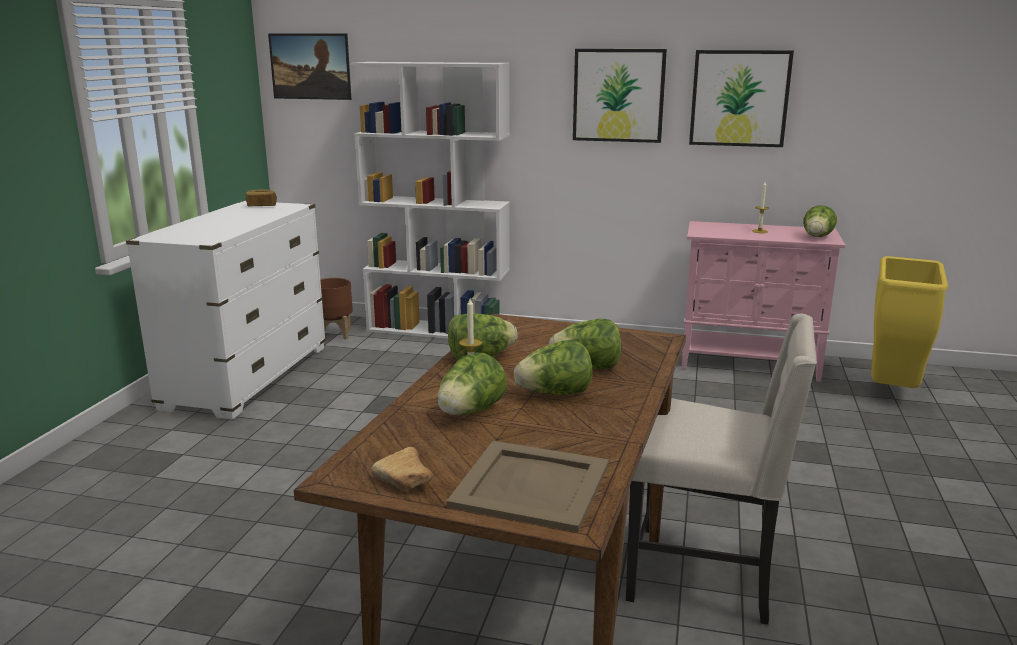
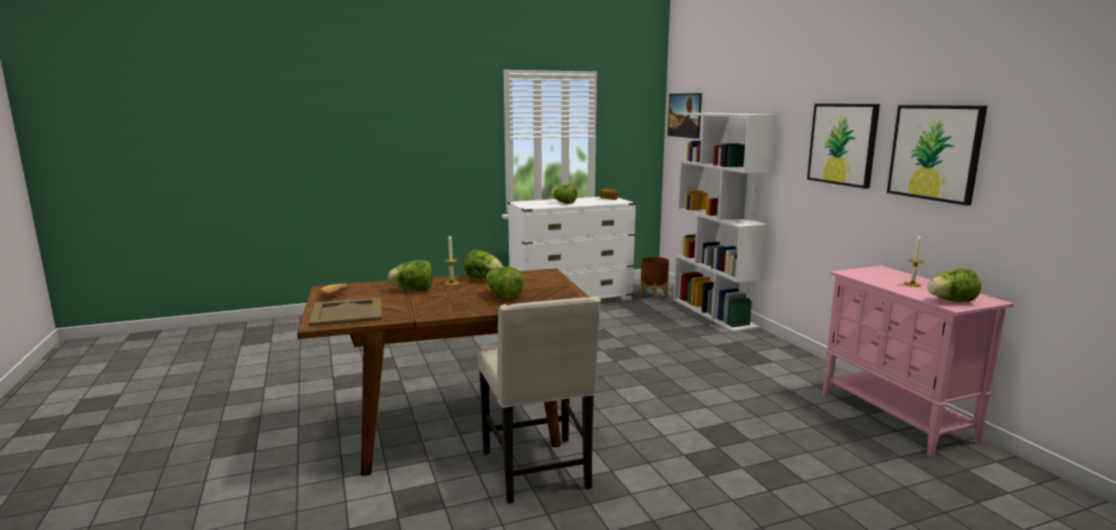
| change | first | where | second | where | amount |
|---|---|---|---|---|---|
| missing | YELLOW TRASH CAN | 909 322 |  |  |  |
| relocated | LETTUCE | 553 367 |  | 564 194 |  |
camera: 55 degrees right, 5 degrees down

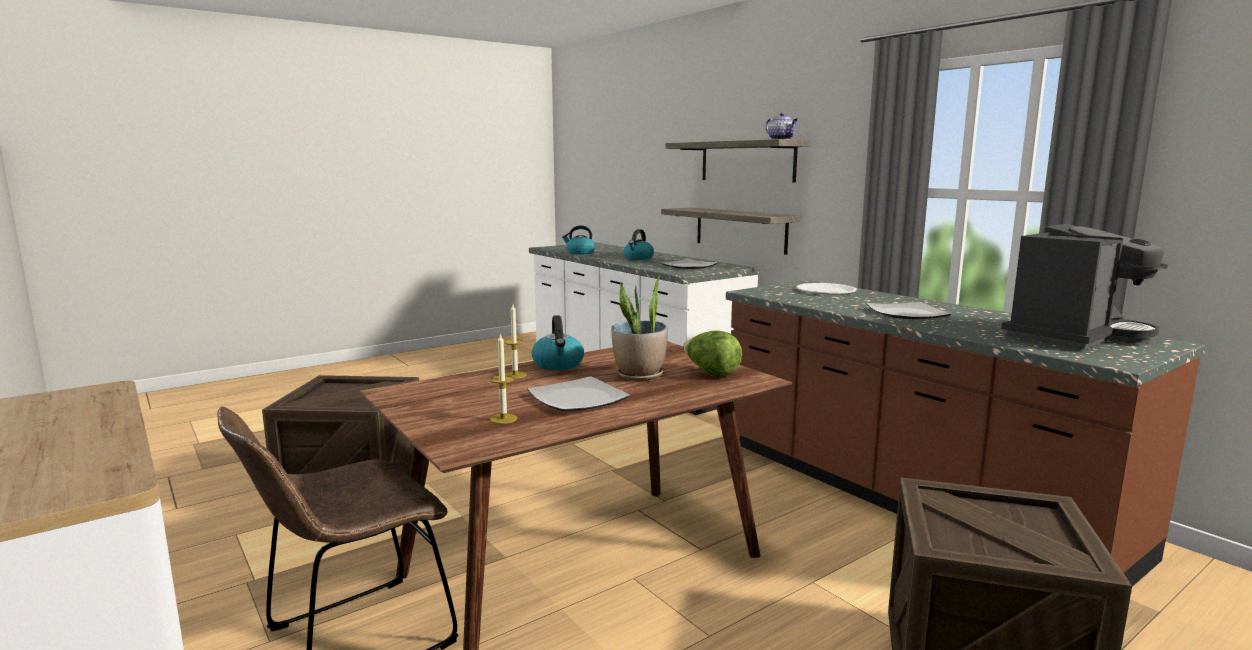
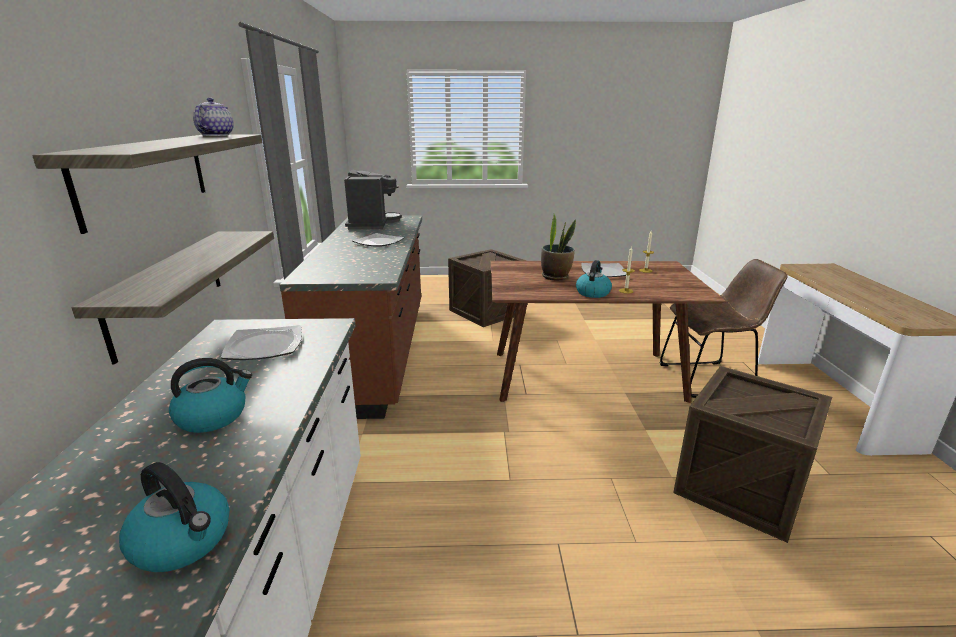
| change | first | where | second | where | amount |
|---|---|---|---|---|---|
| missing | LETTUCE | 712 353 |  |  |  |
| missing | WHITE PLATE | 826 289 |  |  |  |
| spun | COFFEE MACHINE | 1084 287 |  | 373 200 | 90 degrees clockwise |
camera: 145 degrees left, 10 degrees up

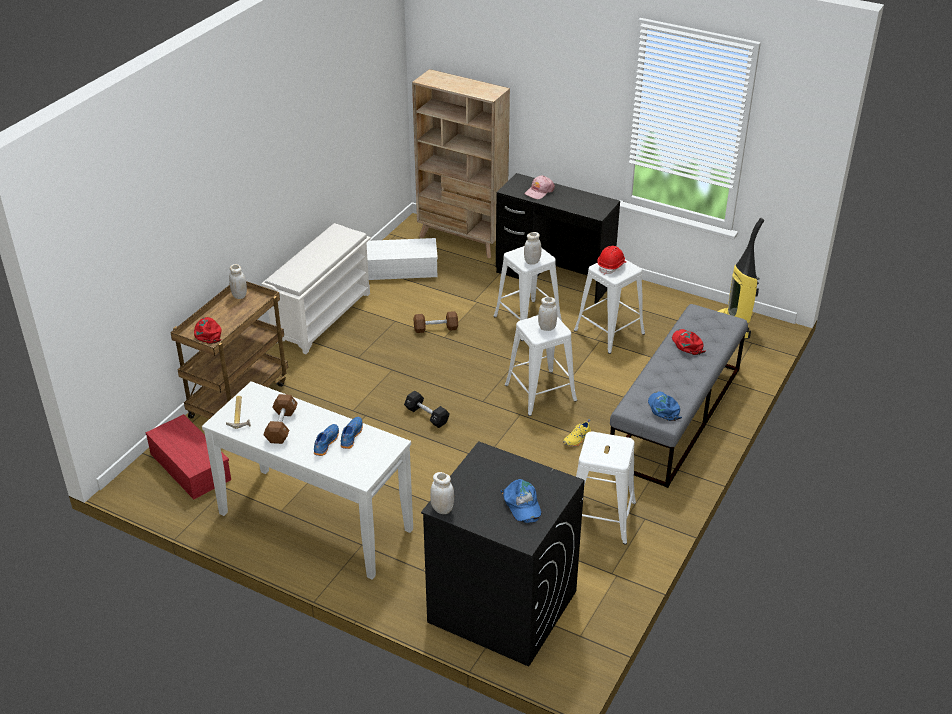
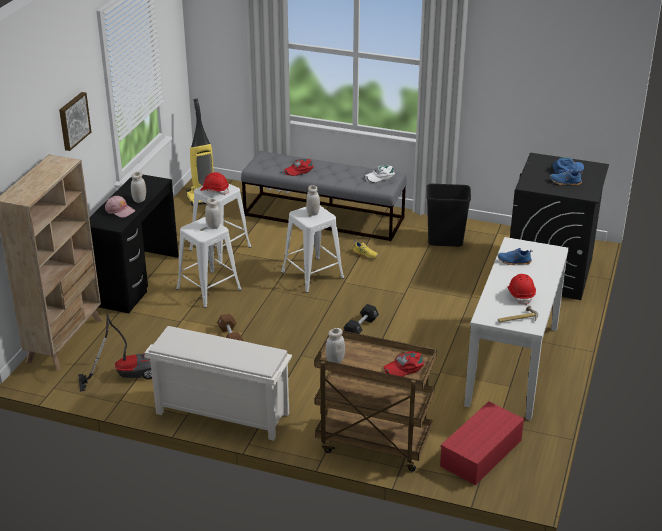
| change | first | where | second | where | amount |
|---|---|---|---|---|---|
| appeared |  |  | PICTURE | 75 121 |  |
| relocated | BLUE SHOE | 326 440 |  | 566 177 |  |
| relocated | WHITE JAR | 442 493 |  | 138 187 |  |
| exchanged | BROWN DUMBBELL | 280 419 | RED HARD HAT | 522 289 |  |
| exchanged | WHITE STORAGE BOX | 402 259 | VACUUM CLEANER | 115 353 |  |
| exchanged | WHITE STOOL | 606 487 | BLACK TRASH CAN | 448 215 |  |
| colour | BLUE CAP | 665 406 | WHITE CAP | 380 173 |  |
camera: 100 degrees left, 5 degrees down

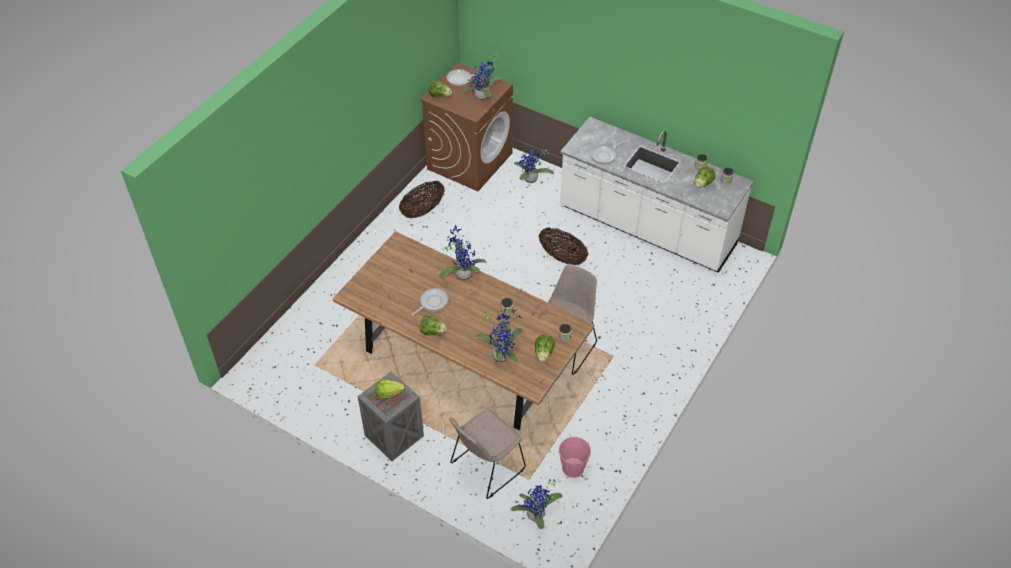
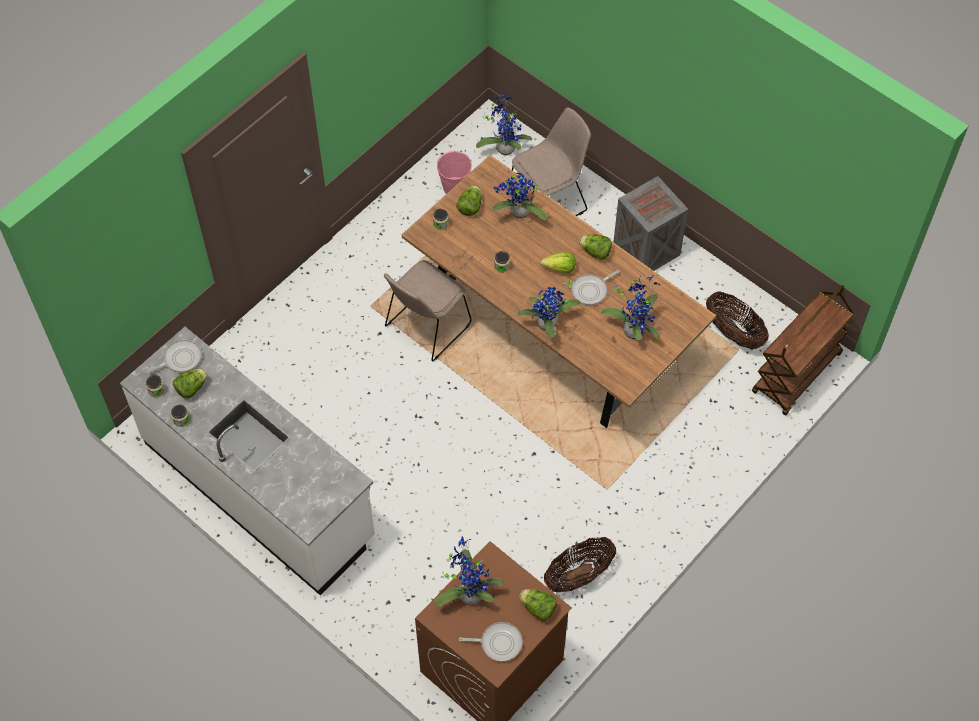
| change | first | where | second | where | amount |
|---|---|---|---|---|---|
| appeared |  |  | BROWN CART | 803 350 |  |
| relocated | LETTUCE | 390 389 |  | 558 262 |  |
| relocated | POTTED PLANT | 534 166 |  | 630 307 |  |
| relocated | BASKET | 563 246 |  | 737 320 |  |
| relocated | FRYING PAN | 607 152 |  | 174 356 |  |
camera: 170 degrees left, 10 degrees up

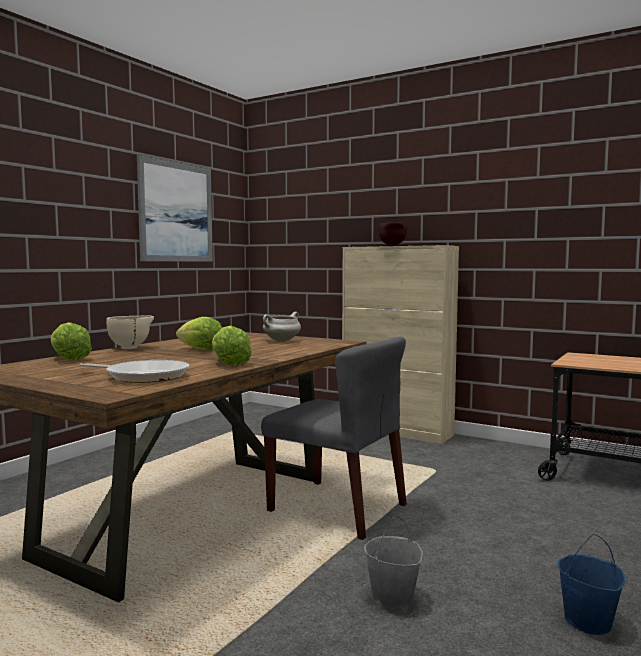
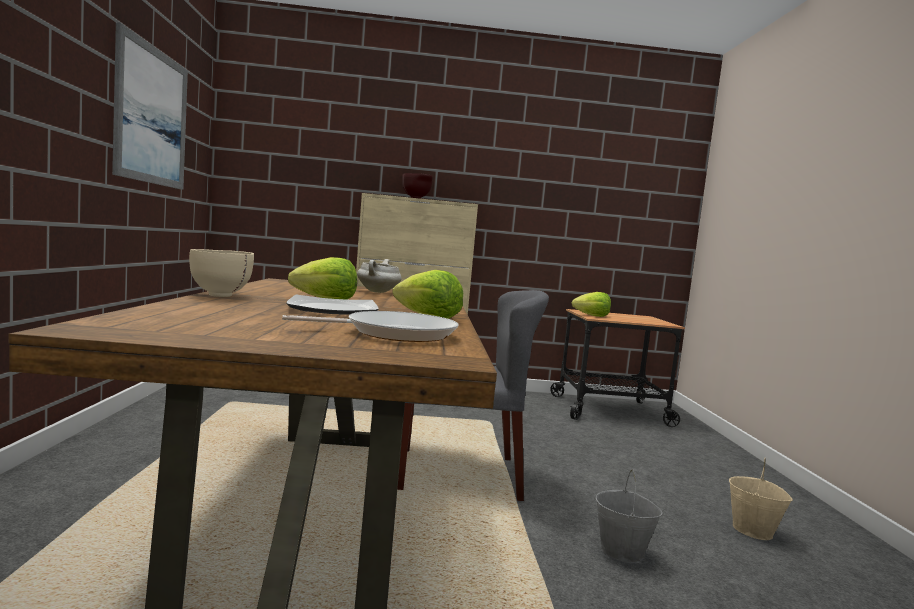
| change | first | where | second | where | amount |
|---|---|---|---|---|---|
| appeared |  |  | PLATE | 332 305 |  |
| relocated | LETTUCE | 71 341 |  | 591 304 |  |
| colour | BLUE BUCKET | 591 584 | BEIGE BUCKET | 761 499 |  |
camera: 35 degrees left, 0 degrees up

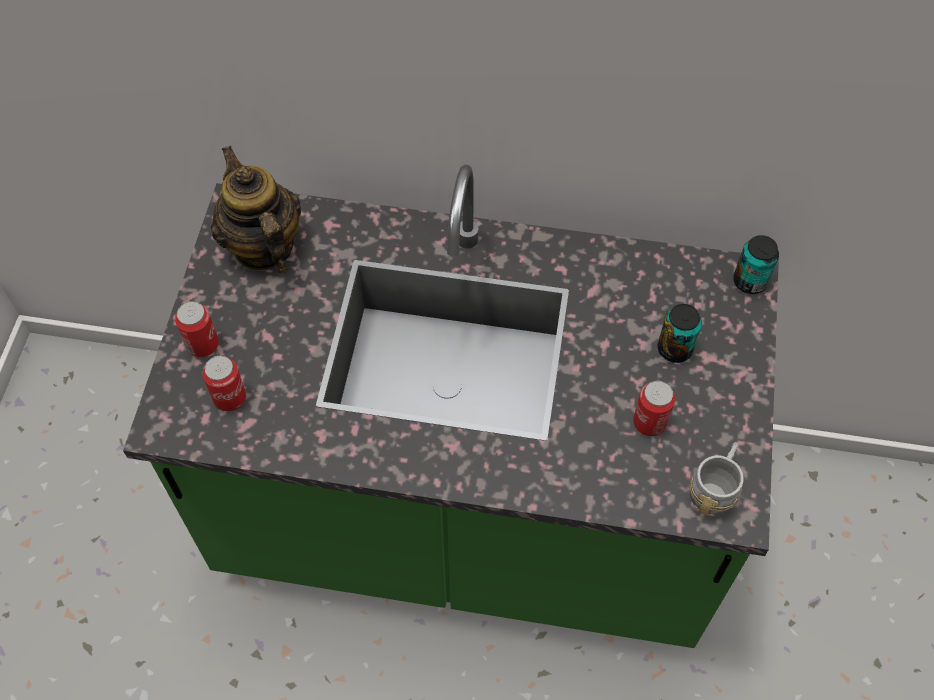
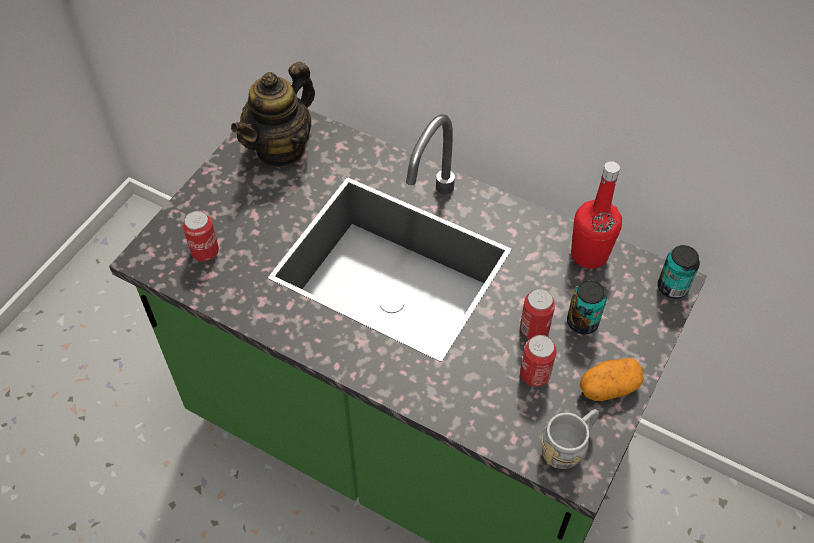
| change | first | where | second | where | amount |
|---|---|---|---|---|---|
| appeared |  |  | RED BOTTLE | 596 215 |  |
| appeared |  |  | POTATO | 612 379 |  |
| relocated | CAN | 197 329 |  | 537 314 |  |
| spun | TEAPOT | 256 210 |  | 273 115 | 135 degrees counterclockwise |
camera: 20 degrees right, 5 degrees down

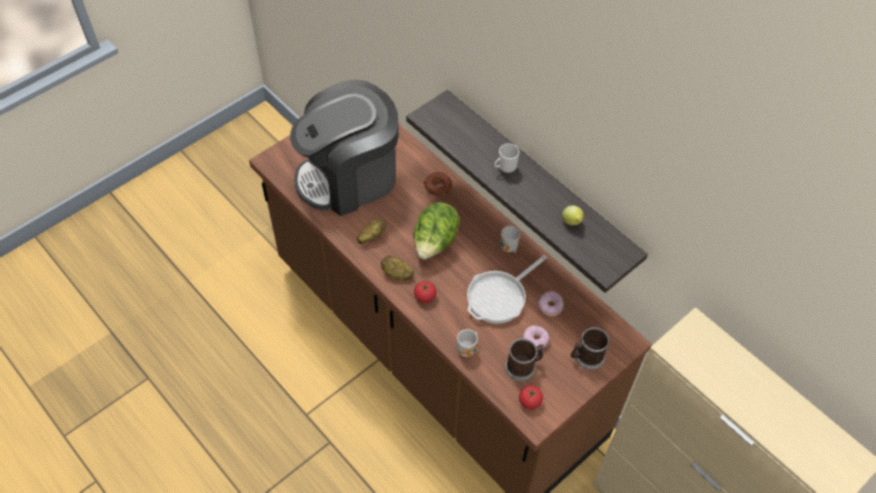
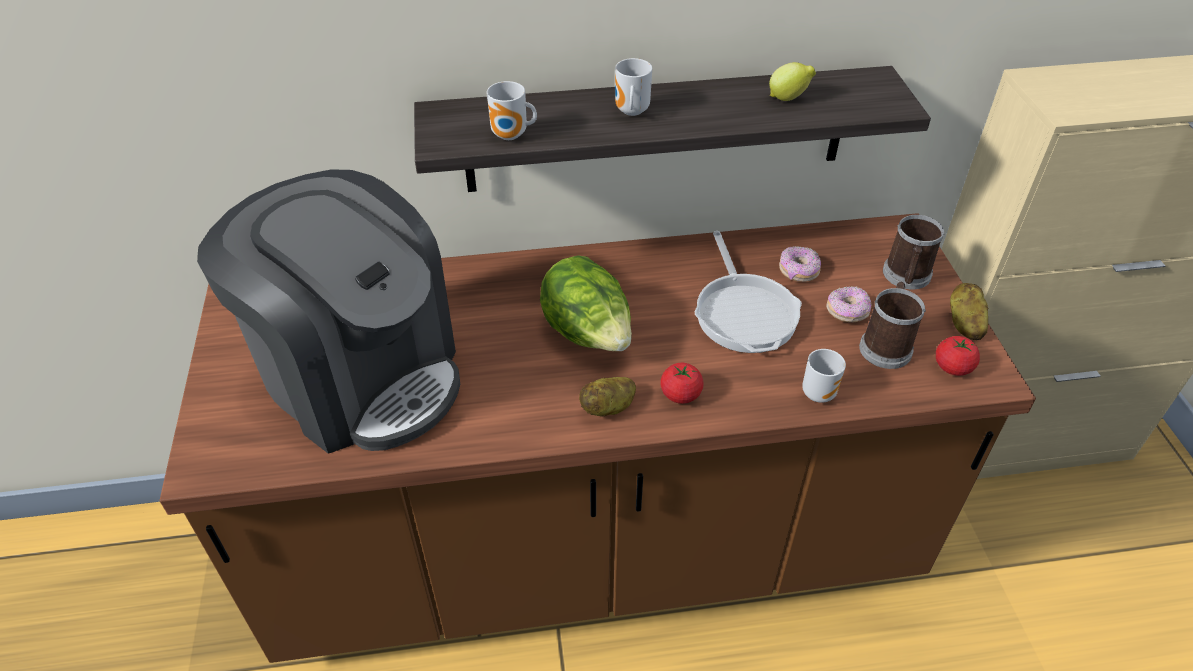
| change | first | where | second | where | amount |
|---|---|---|---|---|---|
| missing | DONUT | 438 183 |  |  |  |
| relocated | POTATO | 371 231 |  | 969 311 |  |
| relocated | MUG | 510 239 |  | 512 110 |  |
| spun | COFFEE MACHINE | 344 147 |  | 328 311 | 60 degrees counterclockwise |
camera: 55 degrees left, 10 degrees down

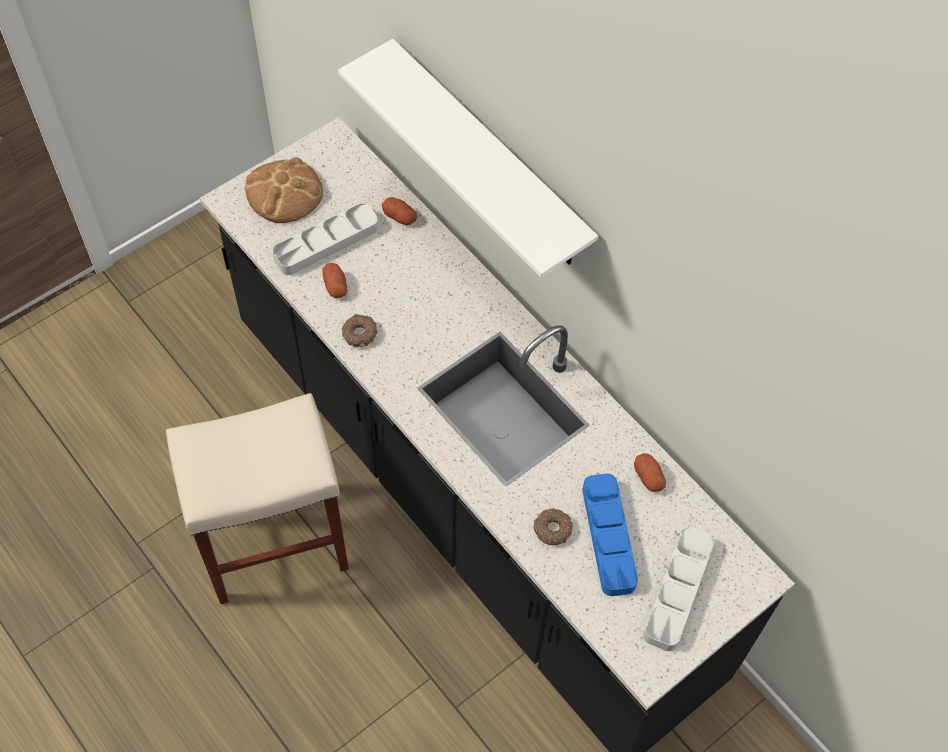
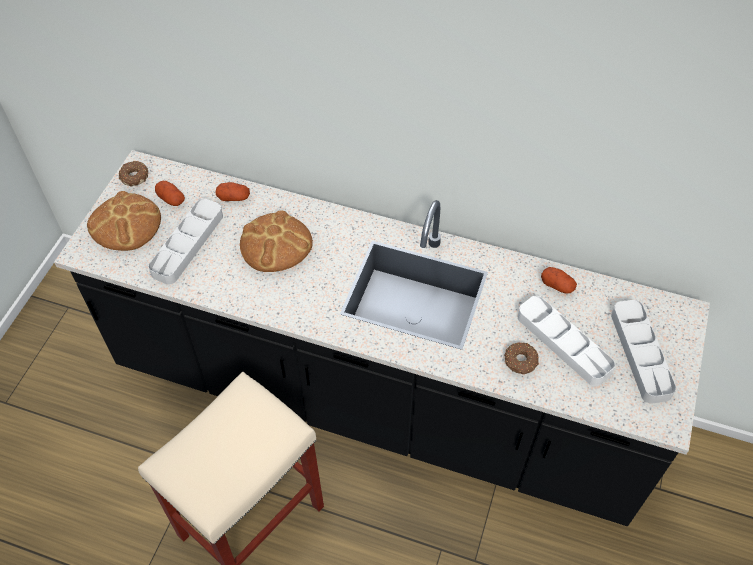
| change | first | where | second | where | amount |
|---|---|---|---|---|---|
| missing | WHITE SHELF | 468 158 |  |  |  |
| appeared |  |  | BREAD | 276 241 |  |
| relocated | POTATO | 335 280 |  | 170 193 |  |
| relocated | DONUT | 359 330 |  | 133 174 |  |
| colour | BLUE TRAY | 610 535 | WHITE TRAY | 566 341 |  |
camera: 30 degrees left, 5 degrees down

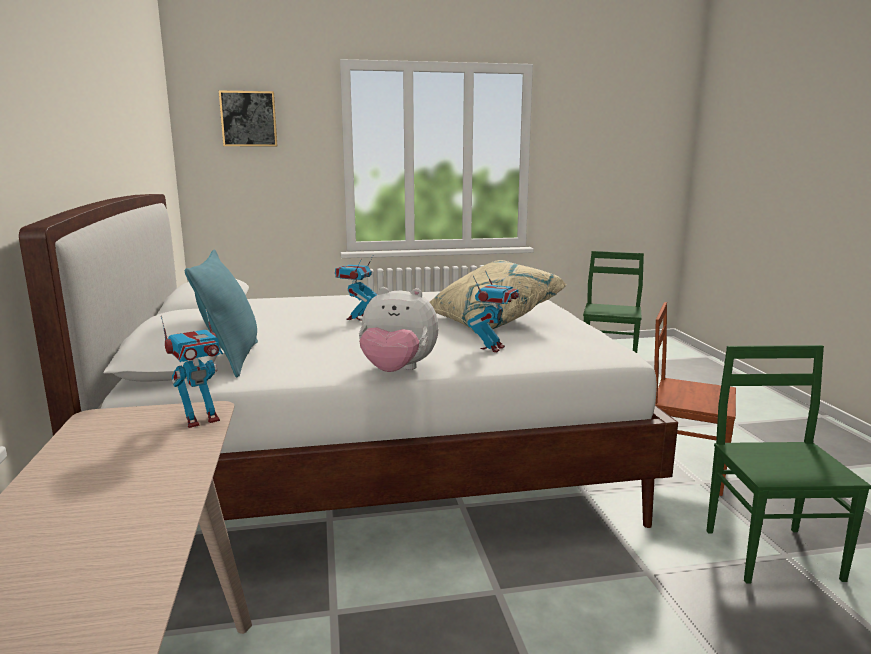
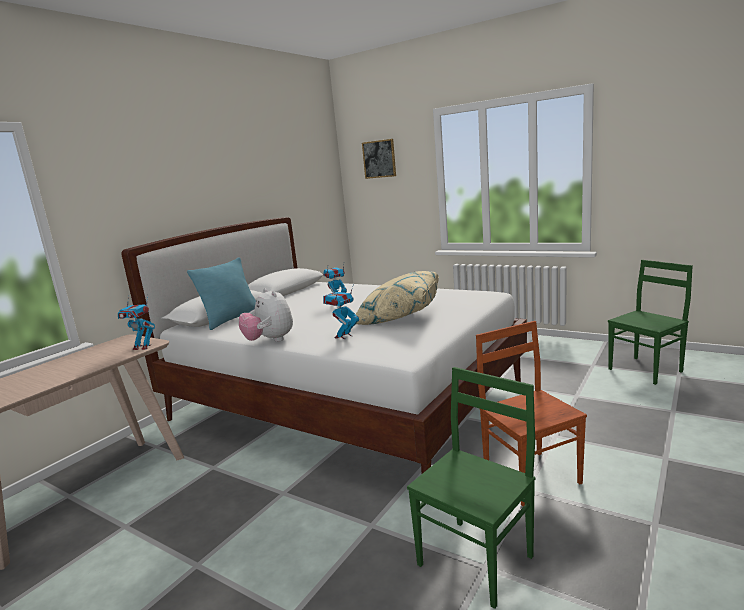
| change | first | where | second | where | amount |
|---|---|---|---|---|---|
| spun | TOY ROBOT | 493 311 |  | 341 311 | 150 degrees clockwise |
camera: 45 degrees right, 0 degrees up

